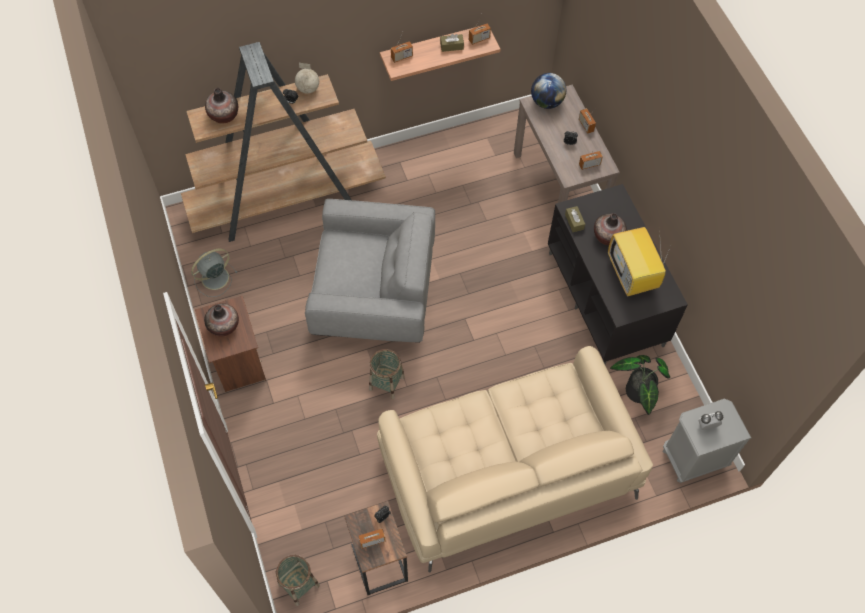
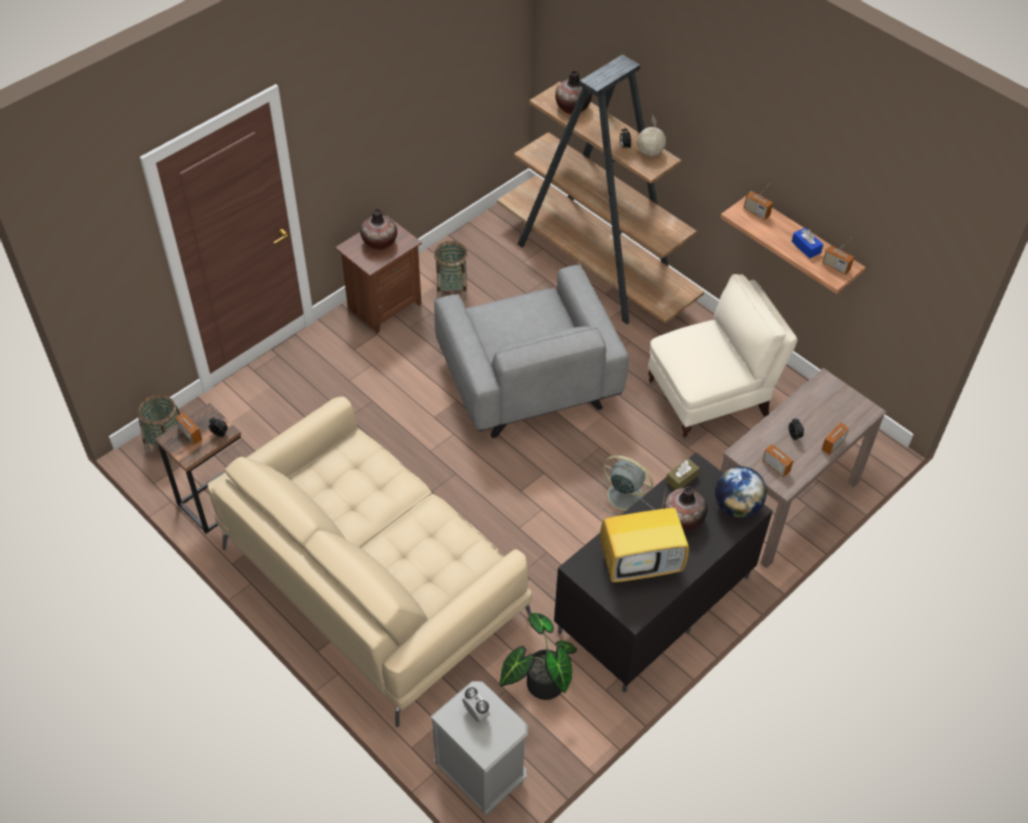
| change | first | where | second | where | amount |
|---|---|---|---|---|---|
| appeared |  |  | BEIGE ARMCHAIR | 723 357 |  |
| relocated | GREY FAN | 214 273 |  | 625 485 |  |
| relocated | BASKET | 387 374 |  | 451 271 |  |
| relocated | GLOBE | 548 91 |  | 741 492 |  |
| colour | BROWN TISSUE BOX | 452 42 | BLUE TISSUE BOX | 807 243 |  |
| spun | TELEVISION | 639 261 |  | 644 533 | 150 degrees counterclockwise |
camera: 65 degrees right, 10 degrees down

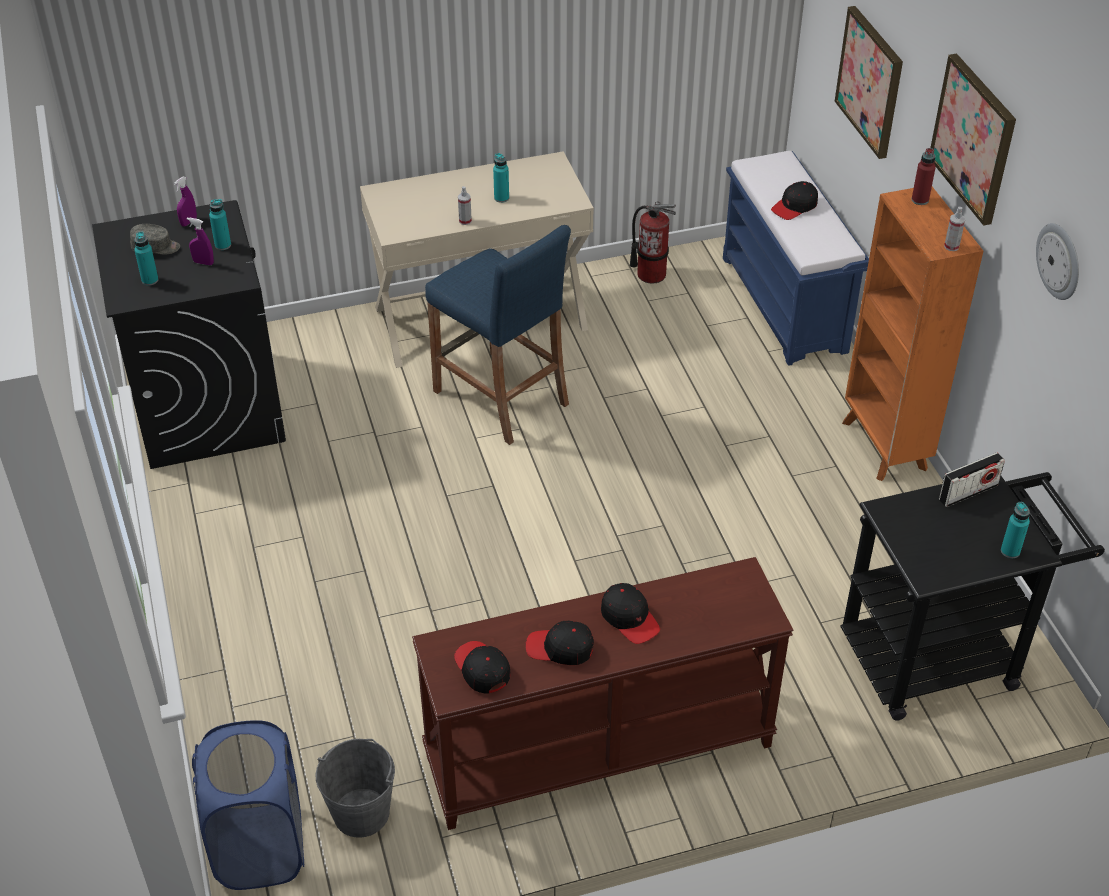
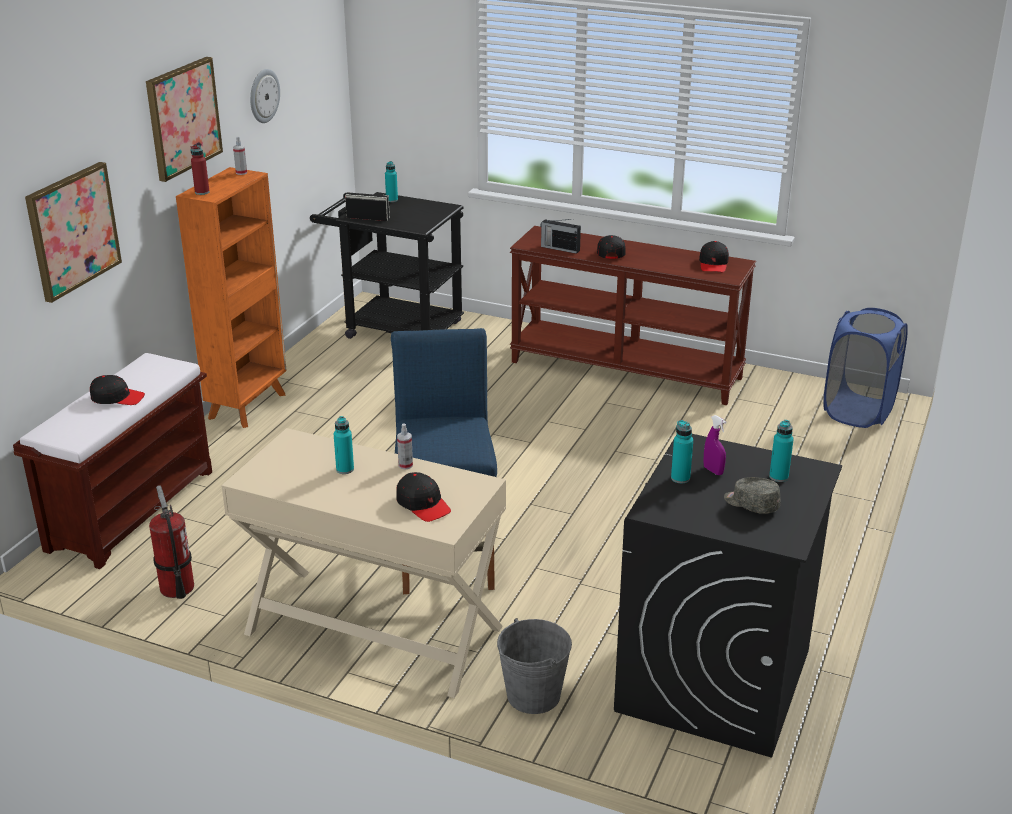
| change | first | where | second | where | amount |
|---|---|---|---|---|---|
| missing | PURPLE SPRAY BOTTLE | 185 201 |  |  |  |
| appeared |  |  | RADIO | 560 236 |  |
| relocated | GREY BUCKET | 355 788 |  | 534 666 |  |
| relocated | BLACK CAP | 559 643 |  | 424 497 |  |
| colour | BLUE BENCH | 796 258 | BROWN BENCH | 112 461 |  |
camera: 140 degrees left, 15 degrees down

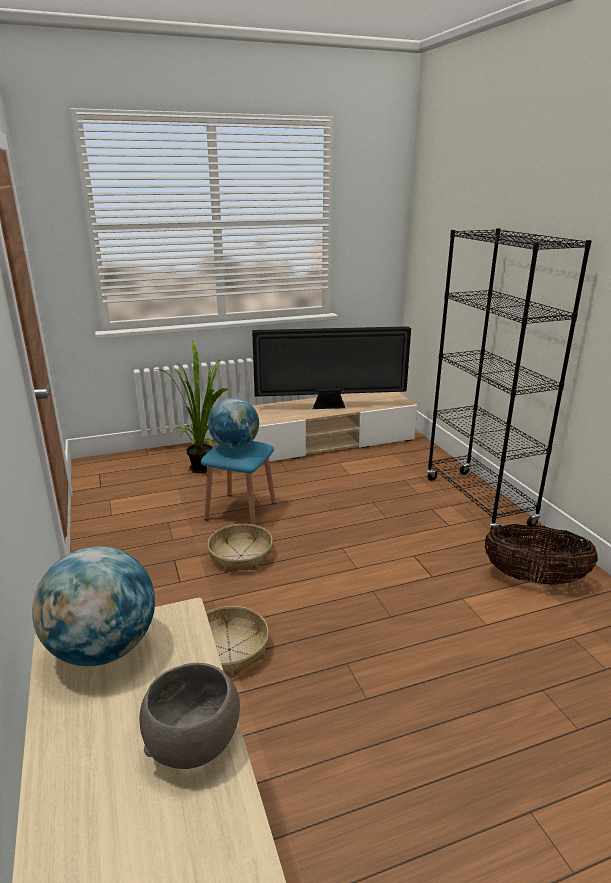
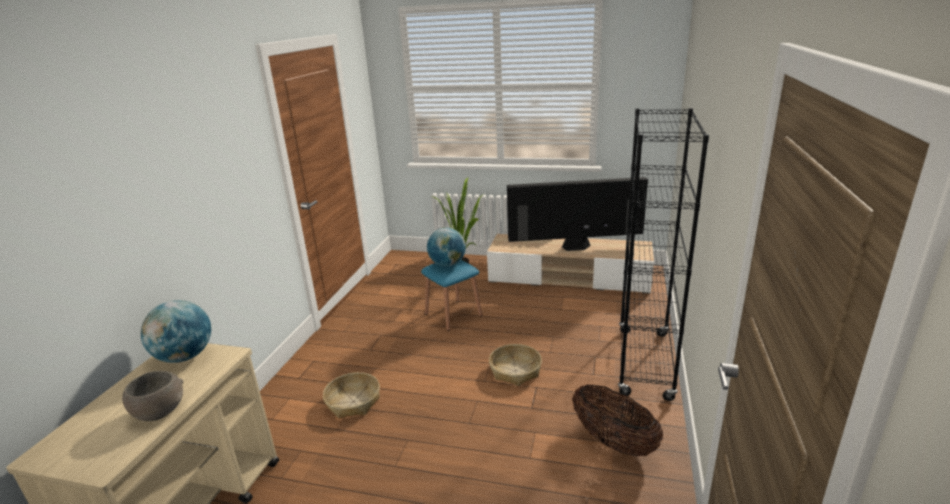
| change | first | where | second | where | amount |
|---|---|---|---|---|---|
| relocated | BASKET | 240 548 |  | 515 365 |  |
| spun | TELEVISION | 331 367 |  | 577 214 | 150 degrees clockwise |
camera: 35 degrees right, 0 degrees up

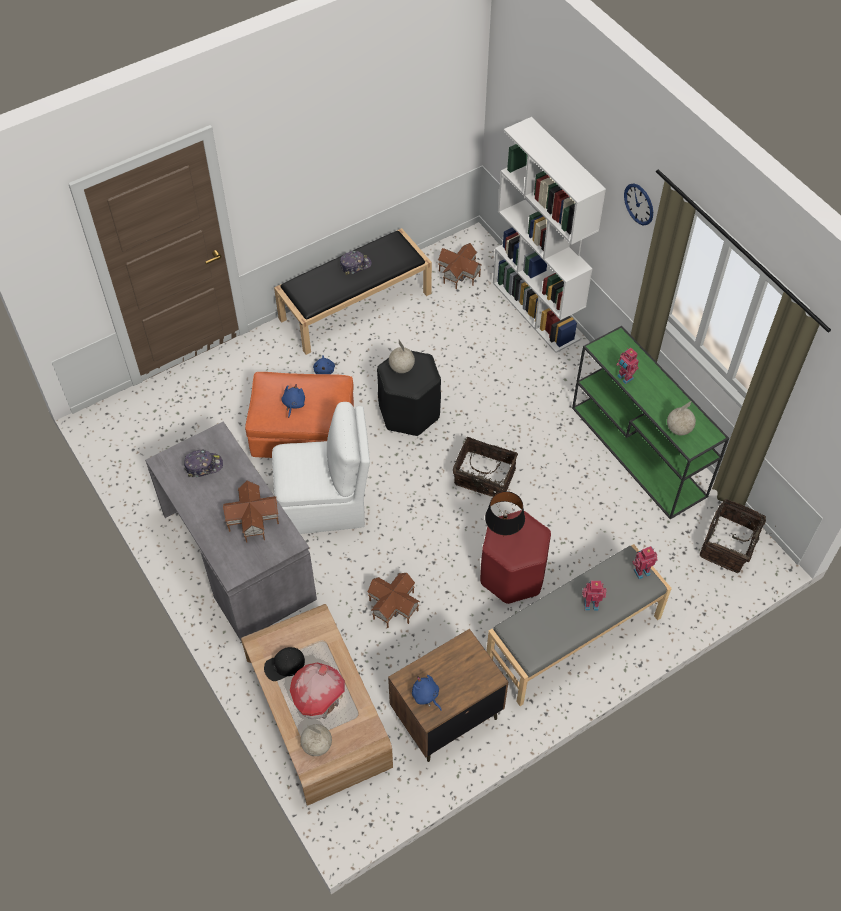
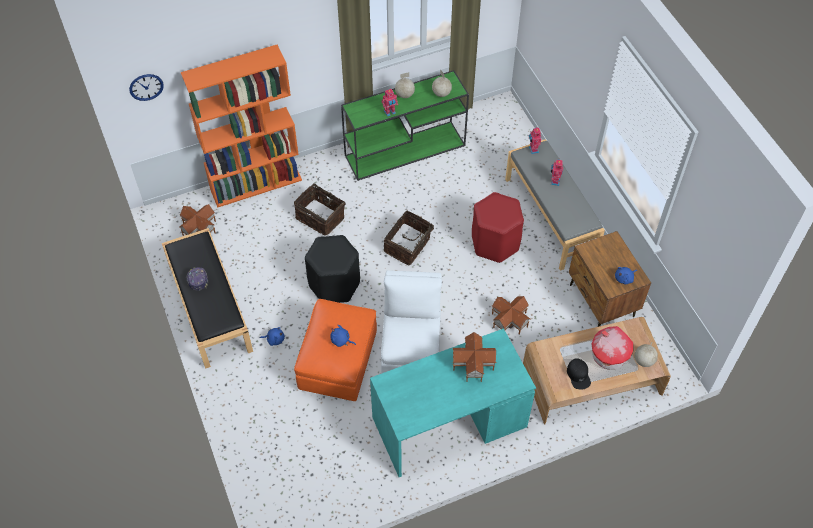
| change | first | where | second | where | amount |
|---|---|---|---|---|---|
| missing | CAP | 203 463 |  |  |  |
| missing | BLACK TABLE LAMP | 505 513 |  |  |  |
| relocated | GLOBE | 402 356 |  | 405 85 |  |
| relocated | WALL CLOCK | 638 204 |  | 146 87 |  |
| relocated | BASKET | 736 536 |  | 320 208 |  |
| colour | GREY DESK | 231 531 | TURQUOISE DESK | 453 402 |  |
| colour | WHITE BOOKCASE | 549 235 | ORANGE BOOKCASE | 241 126 |  |
camera: 80 degrees left, 0 degrees up

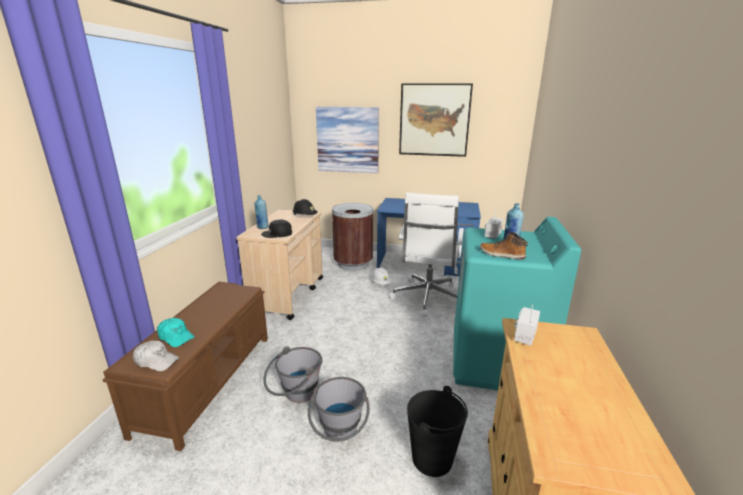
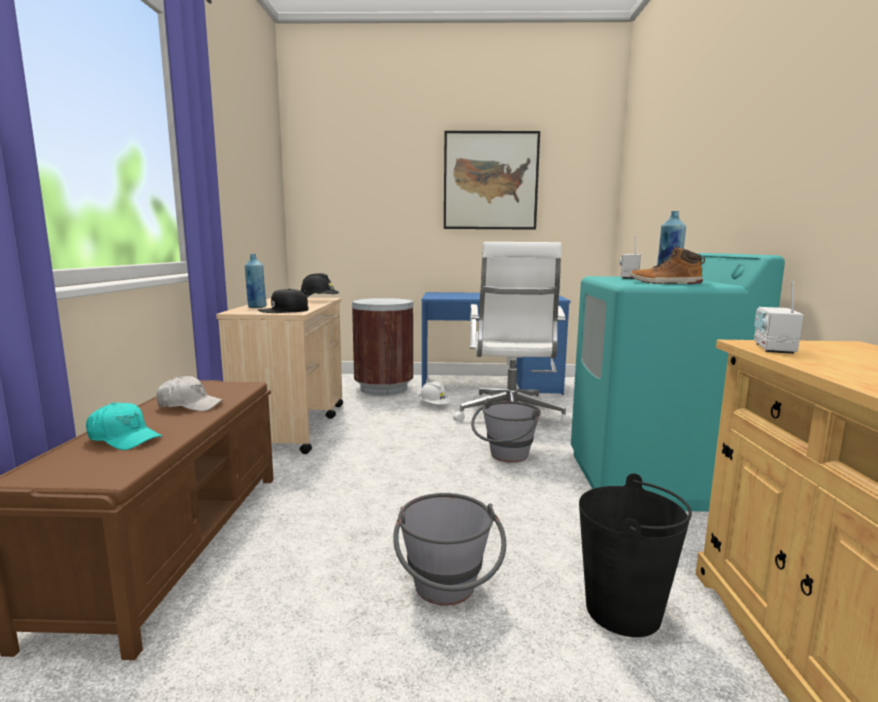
| change | first | where | second | where | amount |
|---|---|---|---|---|---|
| missing | PICTURE | 347 140 |  |  |  |
| relocated | WHITE CAP | 156 356 |  | 189 393 |  |
| relocated | GREY BUCKET | 293 374 |  | 506 430 |  |
camera: 10 degrees left, 10 degrees down

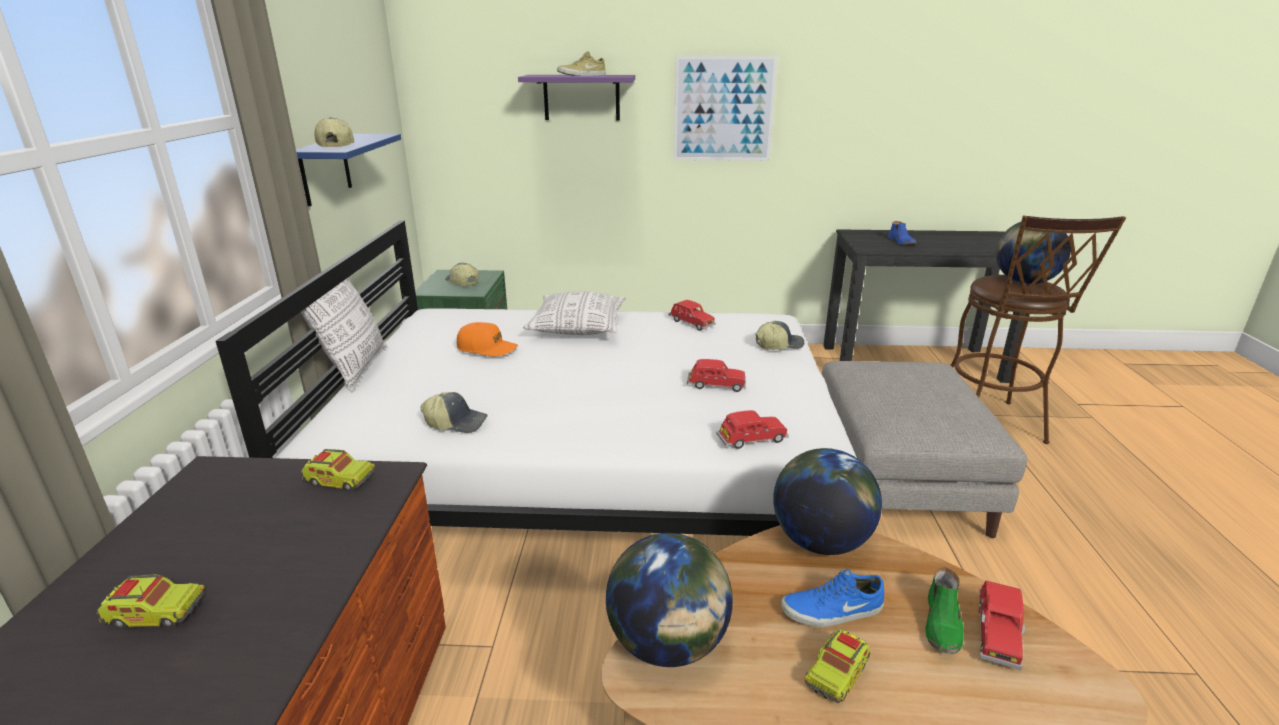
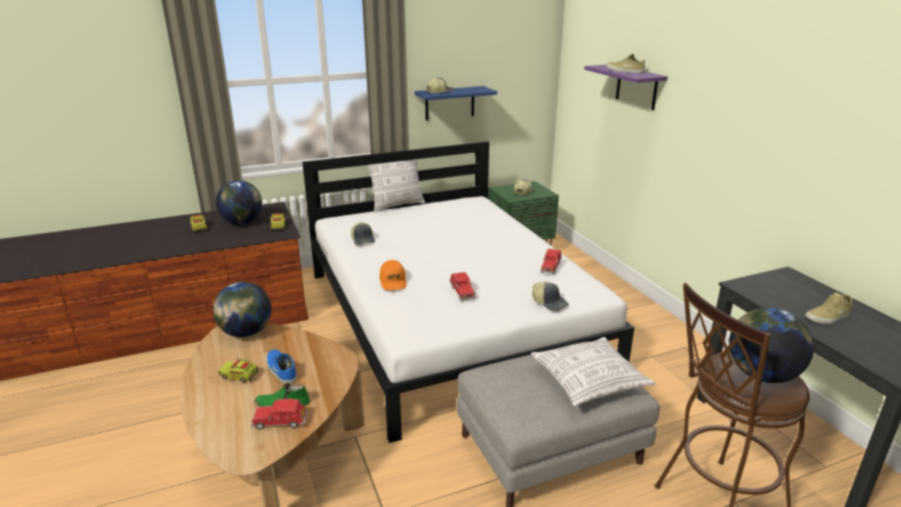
| change | first | where | second | where | amount |
|---|---|---|---|---|---|
| missing | PICTURE | 725 108 |  |  |  |
| missing | RED TOY CAR | 752 429 |  |  |  |
| missing | BLUE SHOE | 902 233 |  |  |  |
| appeared |  |  | BEIGE SHOE | 829 308 |  |
| relocated | ORANGE CAP | 487 339 |  | 393 275 |  |
| relocated | PILLOW | 574 313 |  | 593 371 |  |
| relocated | GLOBE | 827 501 |  | 239 202 |  |
camera: 65 degrees right, 0 degrees up

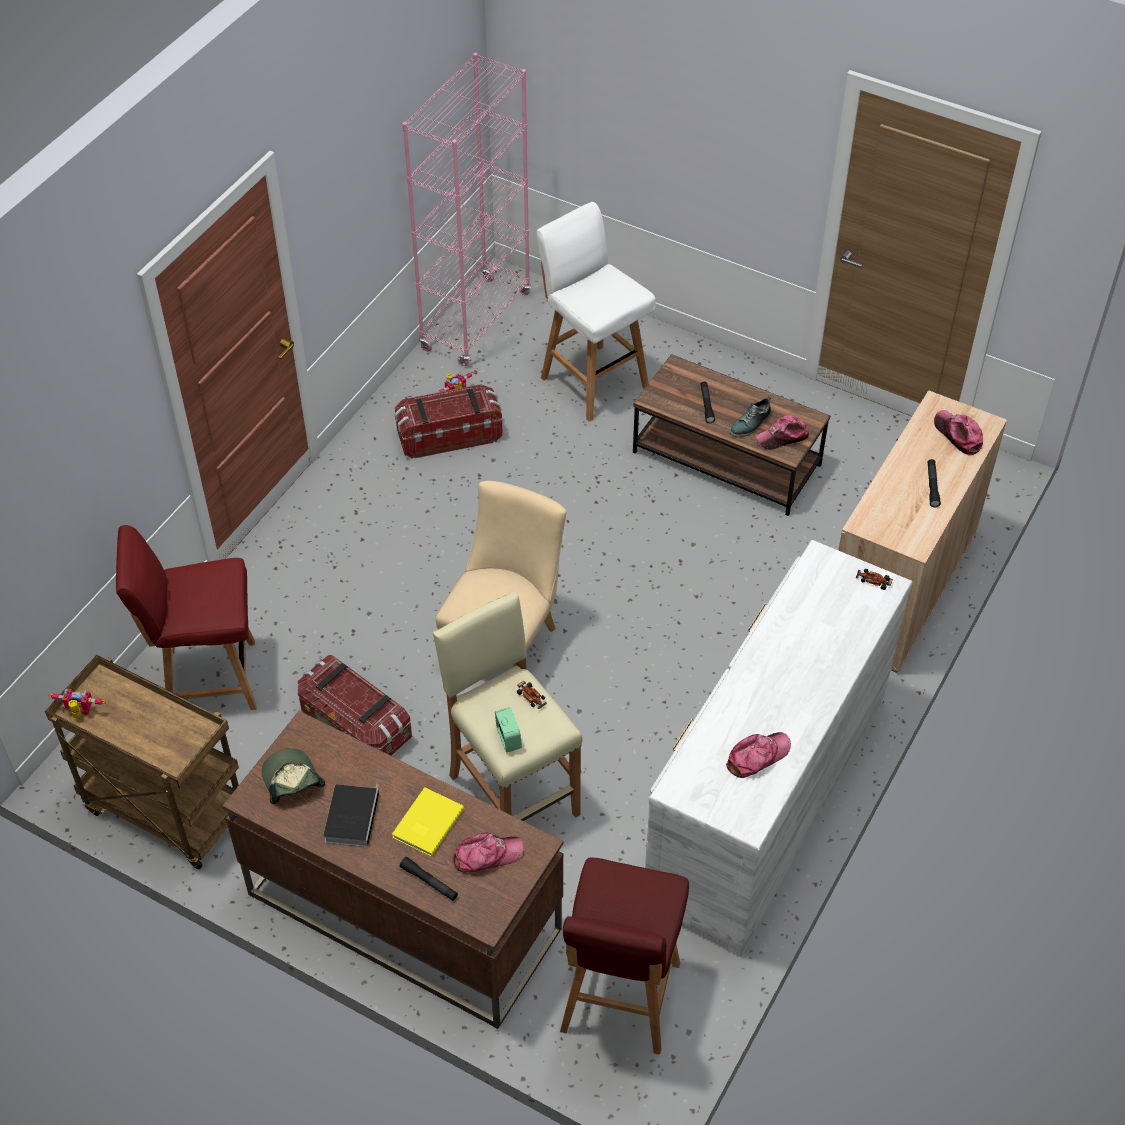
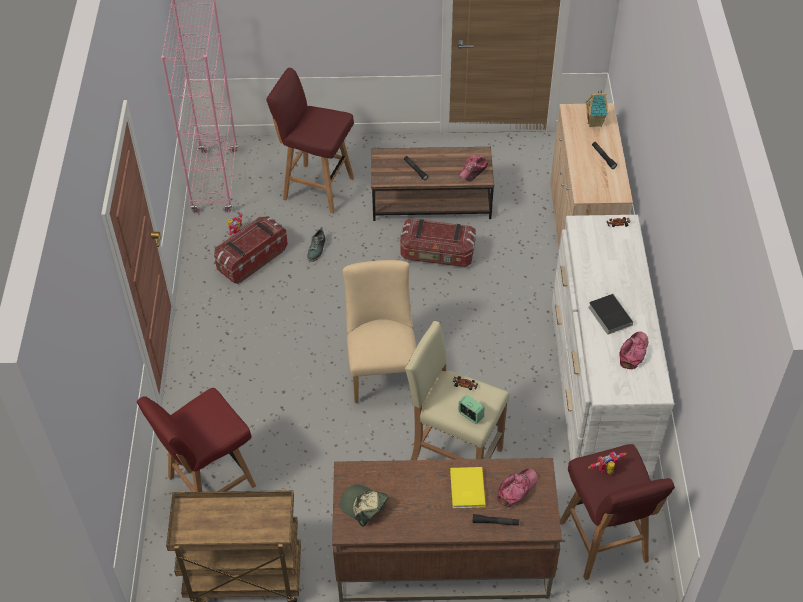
| change | first | where | second | where | amount |
|---|---|---|---|---|---|
| relocated | TOY ROBOT | 77 703 |  | 607 463 |  |
| relocated | STORAGE BOX | 355 705 |  | 438 242 |  |
| relocated | BOOK | 351 815 |  | 611 314 |  |
| relocated | SHOE | 750 416 |  | 316 244 |  |
| exchanged | CAP | 958 433 | TOY HOUSE | 597 108 |  |
| colour | WHITE STOOL | 596 312 | RED STOOL | 310 141 |  |
camera: 30 degrees left, 0 degrees up

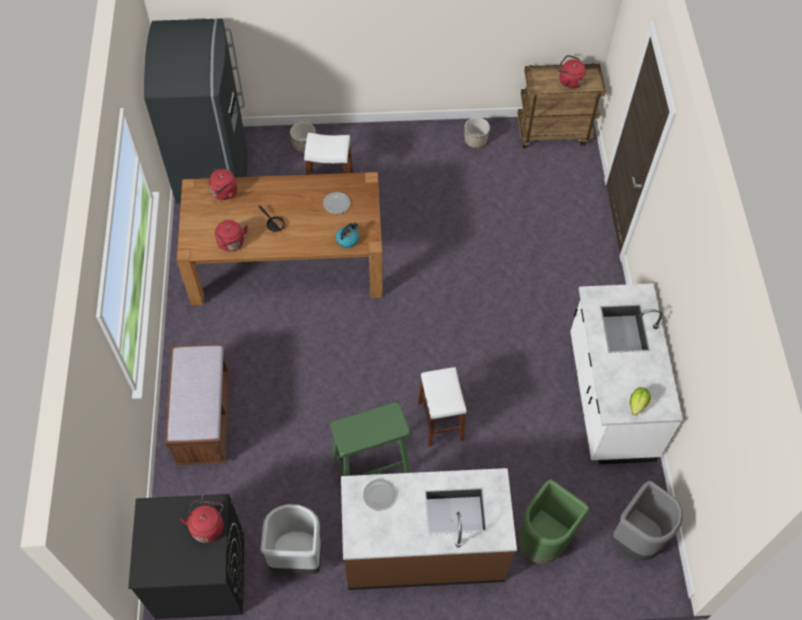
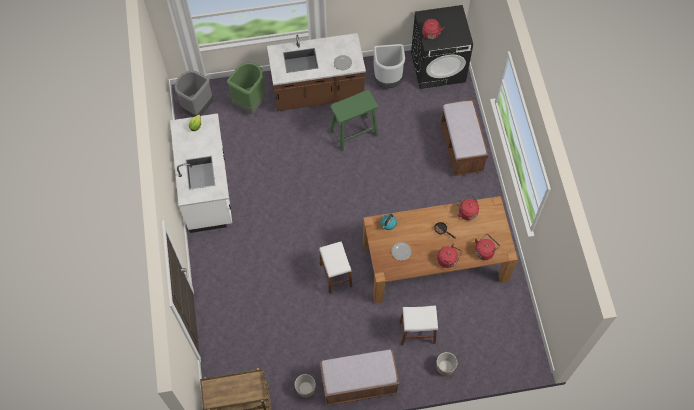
| change | first | where | second | where | amount |
|---|---|---|---|---|---|
| missing | GREY FRIDGE | 196 111 |  |  |  |
| appeared |  |  | BROWN BENCH | 359 378 |  |
| relocated | WHITE STOOL | 442 407 |  | 335 267 |  |
| relocated | RED KETTLE | 571 72 |  | 449 255 |  |
camera: 175 degrees right, 5 degrees up

